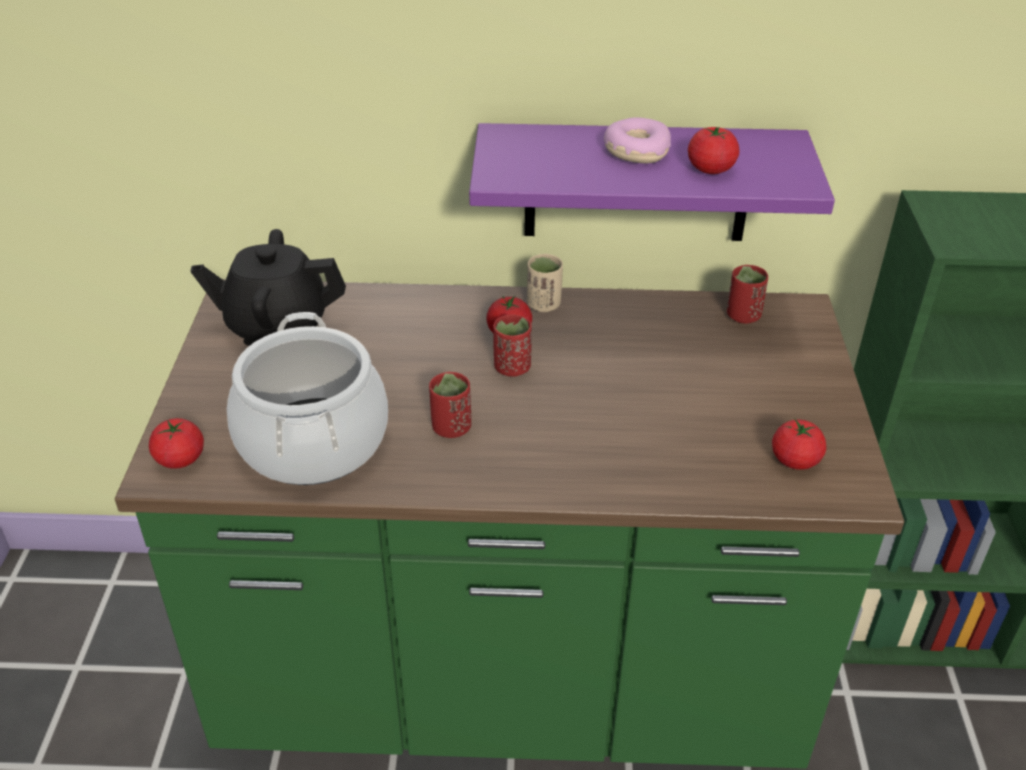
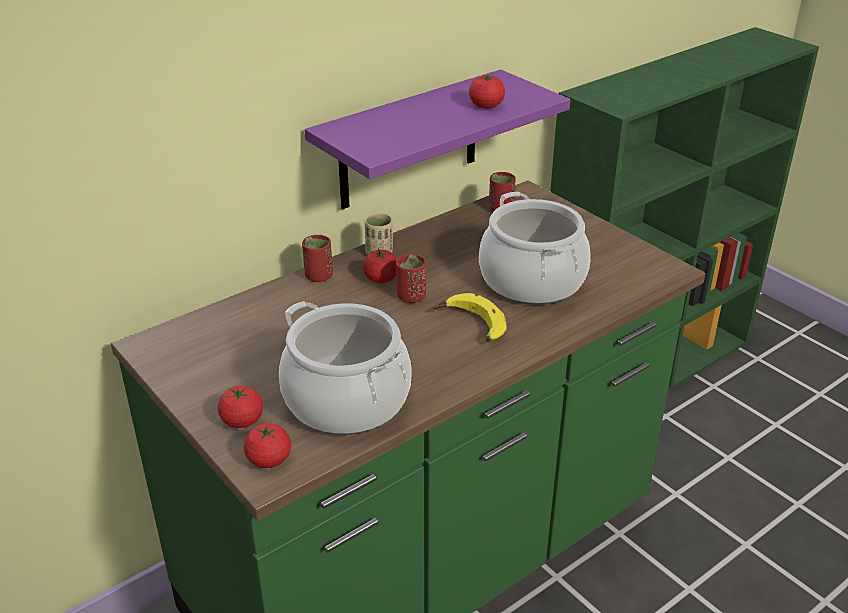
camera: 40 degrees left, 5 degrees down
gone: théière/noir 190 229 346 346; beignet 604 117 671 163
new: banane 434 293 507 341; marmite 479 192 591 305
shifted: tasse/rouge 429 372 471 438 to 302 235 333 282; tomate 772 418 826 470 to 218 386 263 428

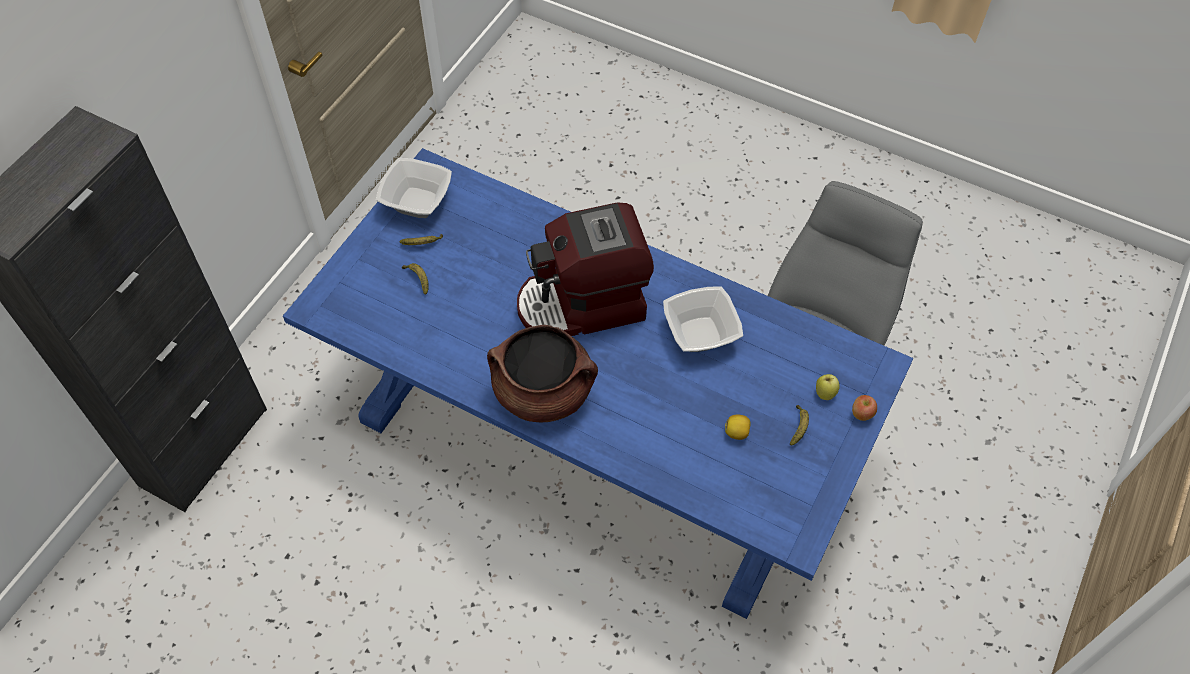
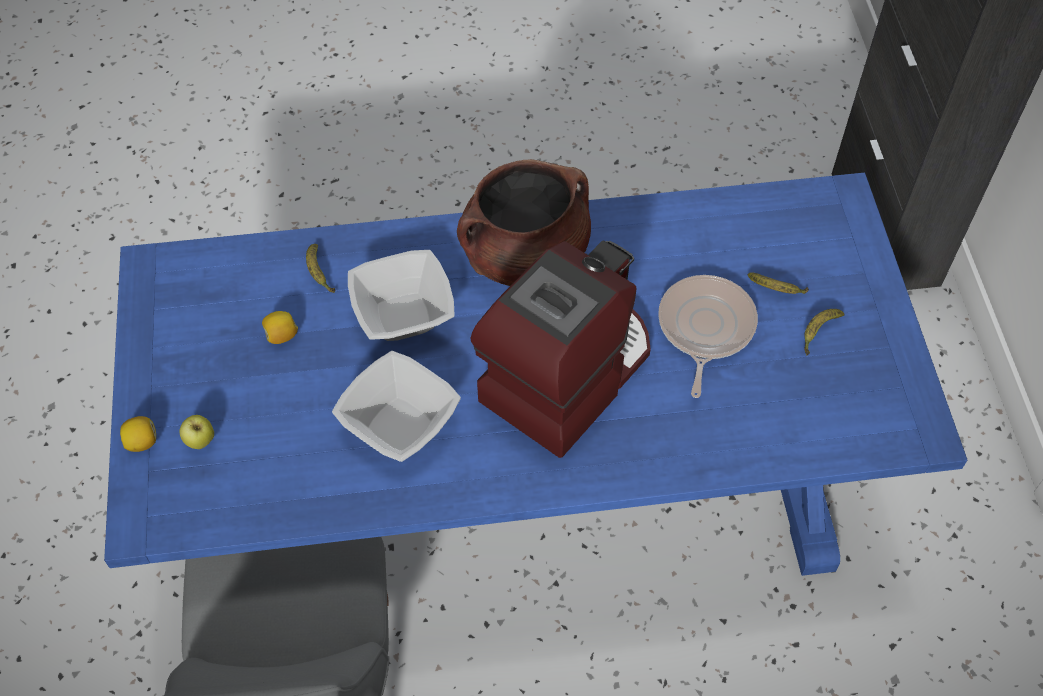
camera: 145 degrees right, 0 degrees up
new: poêle 658 275 758 398
shifted: bol 376 158 452 218 to 348 250 454 341; banane 790 405 809 446 to 306 244 336 293
swapped: pomme 852 395 877 421 to citron 120 416 156 452

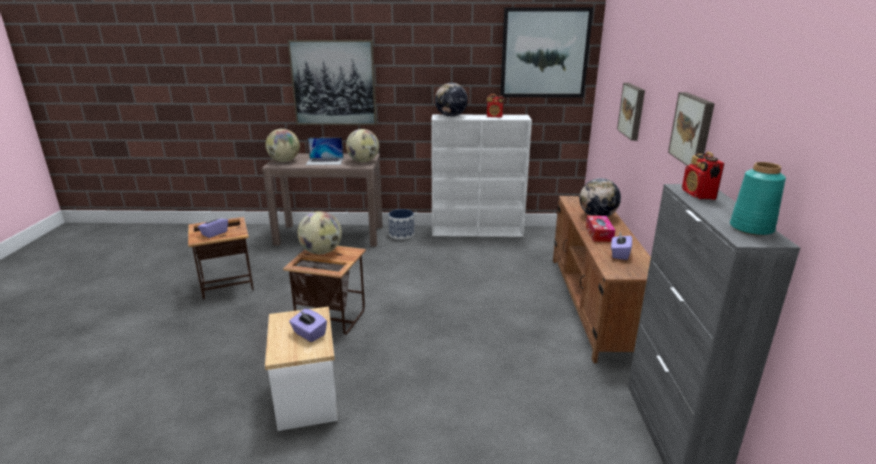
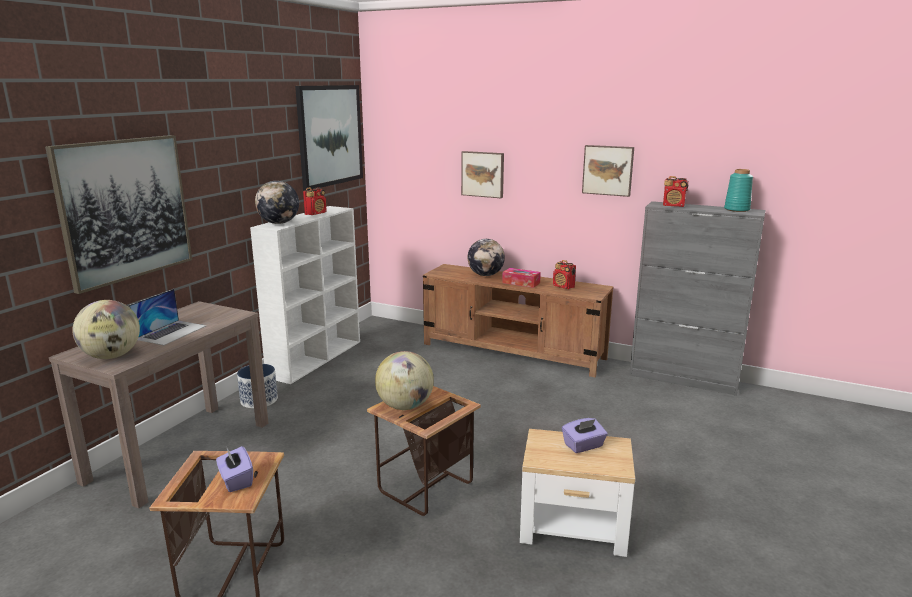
camera: 65 degrees left, 5 degrees down
gone: globe 346 129 379 162
swapped: boîte à mouchoirs/violet 611 231 632 260 to radio 553 260 576 289

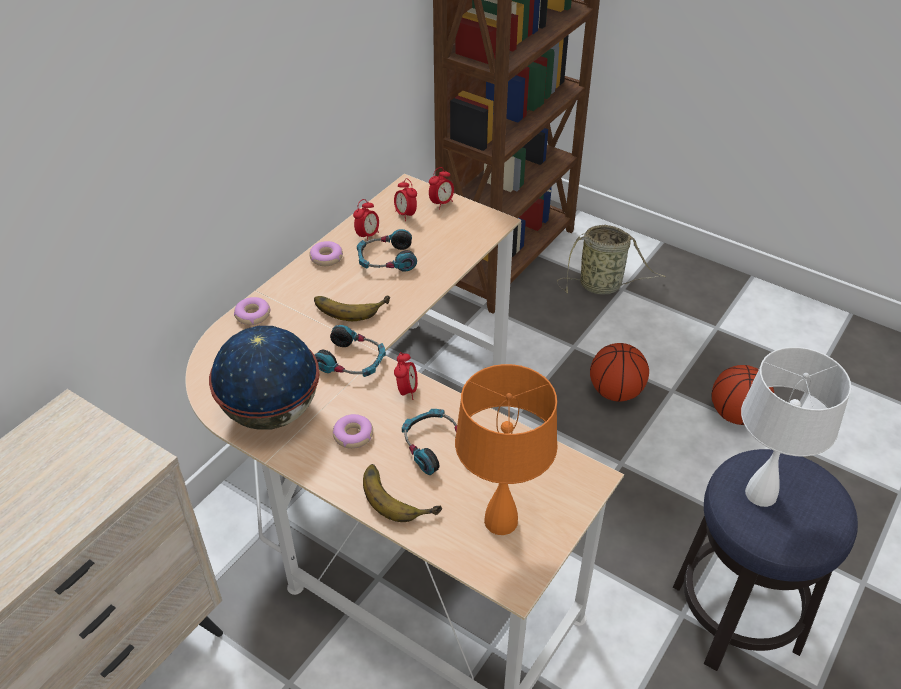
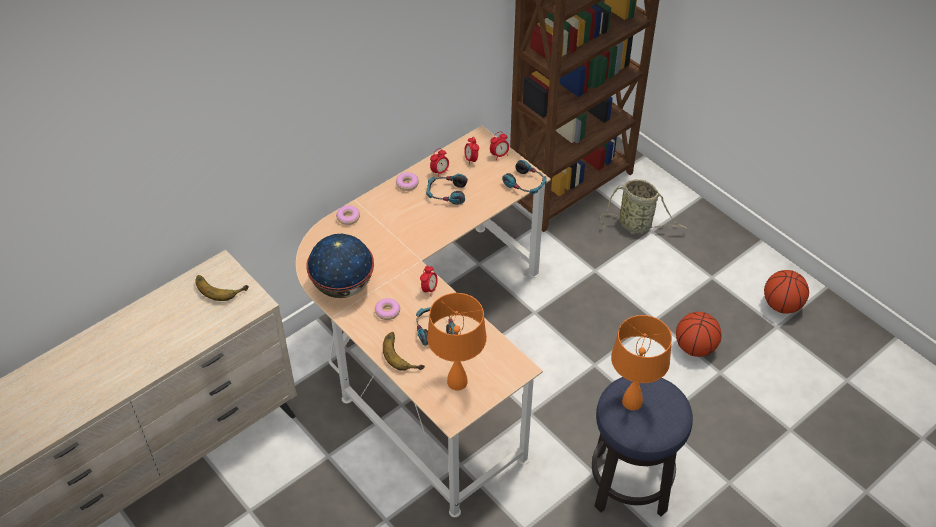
camera: 15 degrees right, 5 degrees up
shifted: banane 314 295 390 321 to 195 275 249 301; casque audio 315 325 386 377 to 502 160 547 194; ballon de basket 590 343 649 402 to 764 270 809 313
repainted: lampe de table/blanc 741 347 852 507 to lampe de table/orange 611 315 672 410

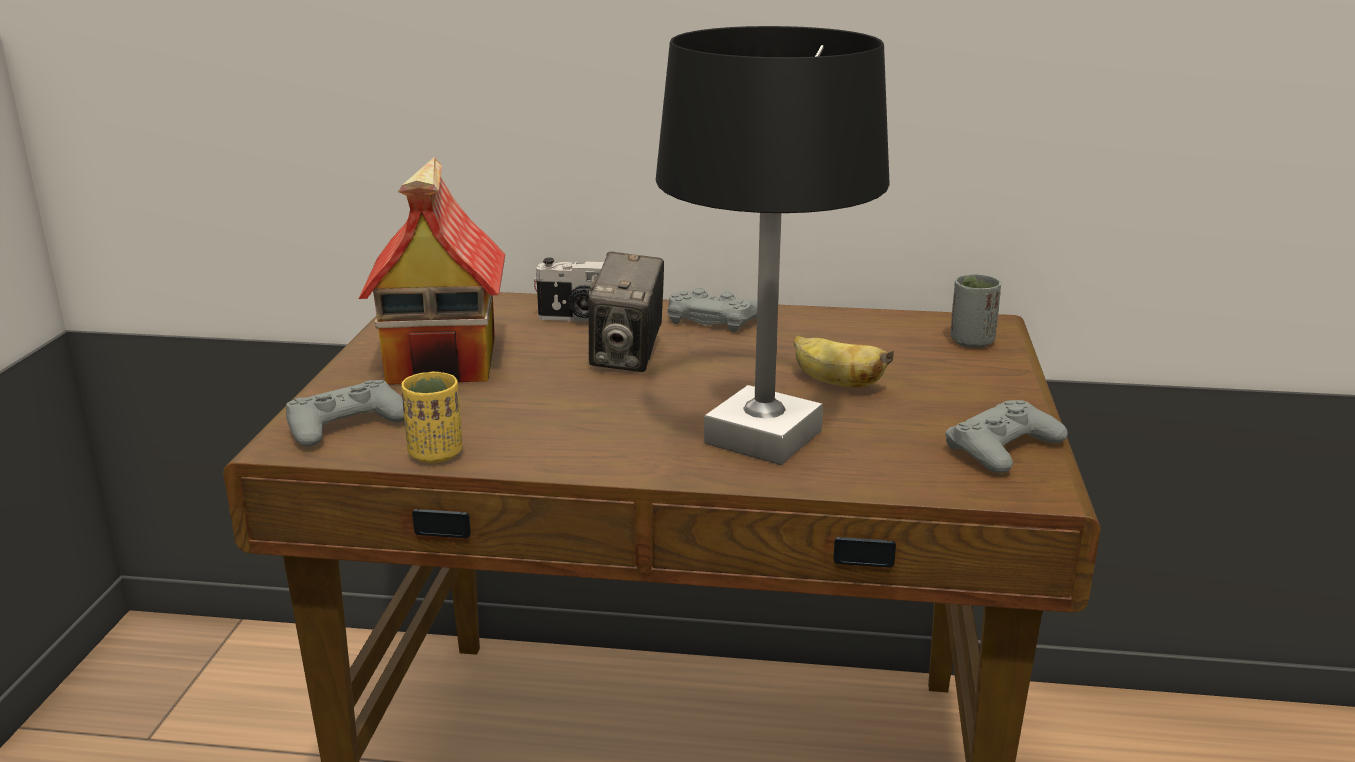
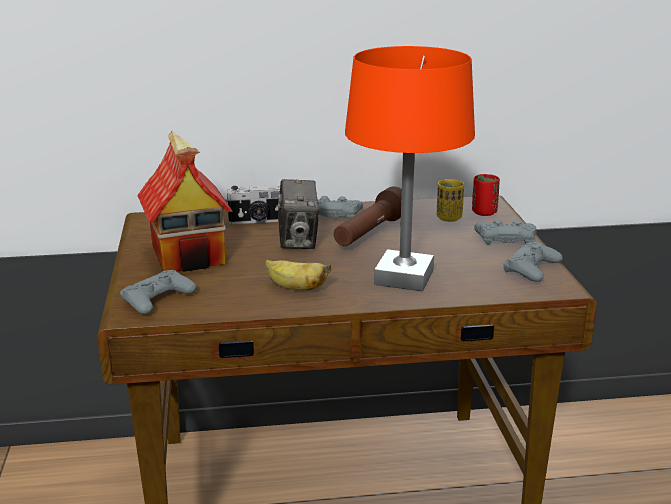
camera: 15 degrees left, 0 degrees up
new: lampe de poche/marron 334 186 402 246; manette/gris 474 219 536 245
shifted: tasse/jaune 401 372 462 463 to 437 179 464 222; banane 794 335 894 388 to 265 260 331 290
repainted: lampe de table/noir 656 26 890 465 to lampe de table/orange 345 46 475 291; tasse/gris 951 274 1001 348 to tasse/rouge 472 174 500 216

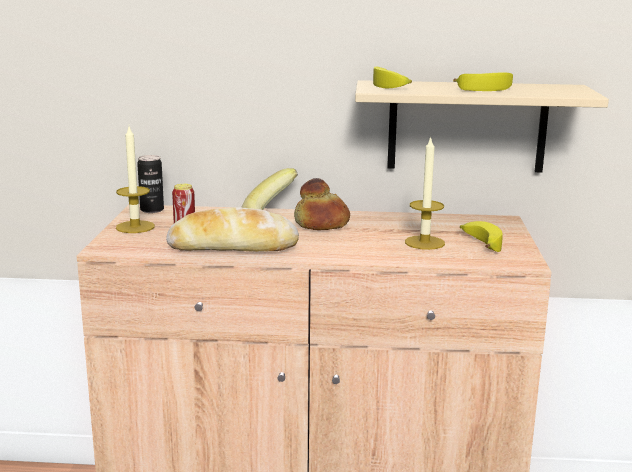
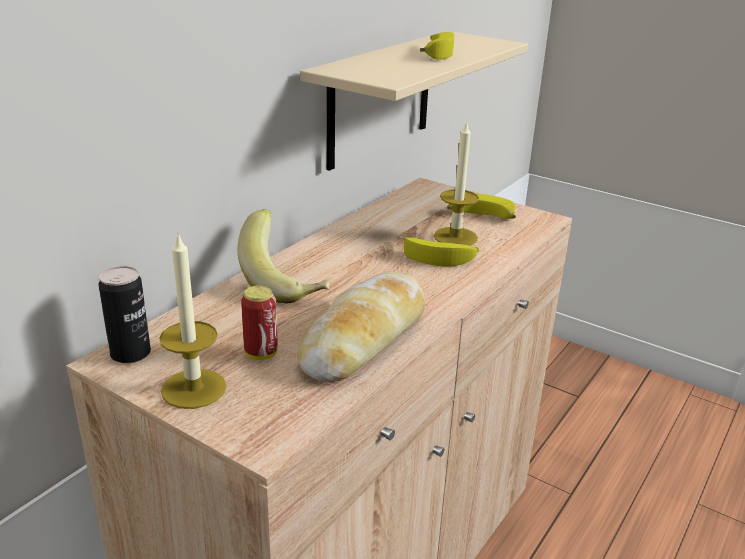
camera: 60 degrees left, 10 degrees up
gone: pain 294 178 350 230
shifted: banane 373 67 412 88 to 404 237 479 266

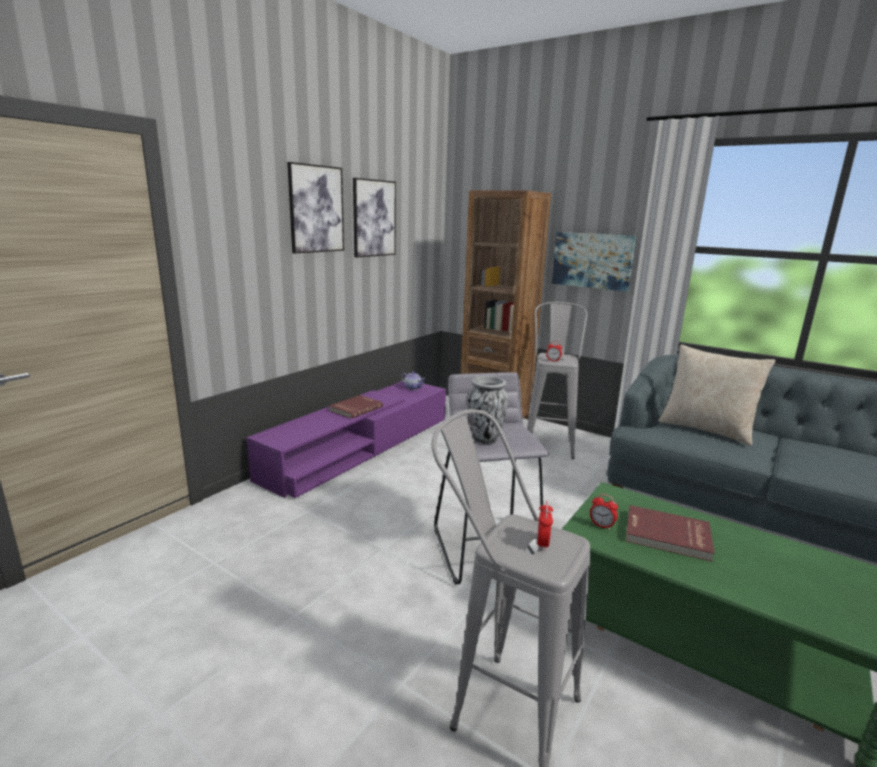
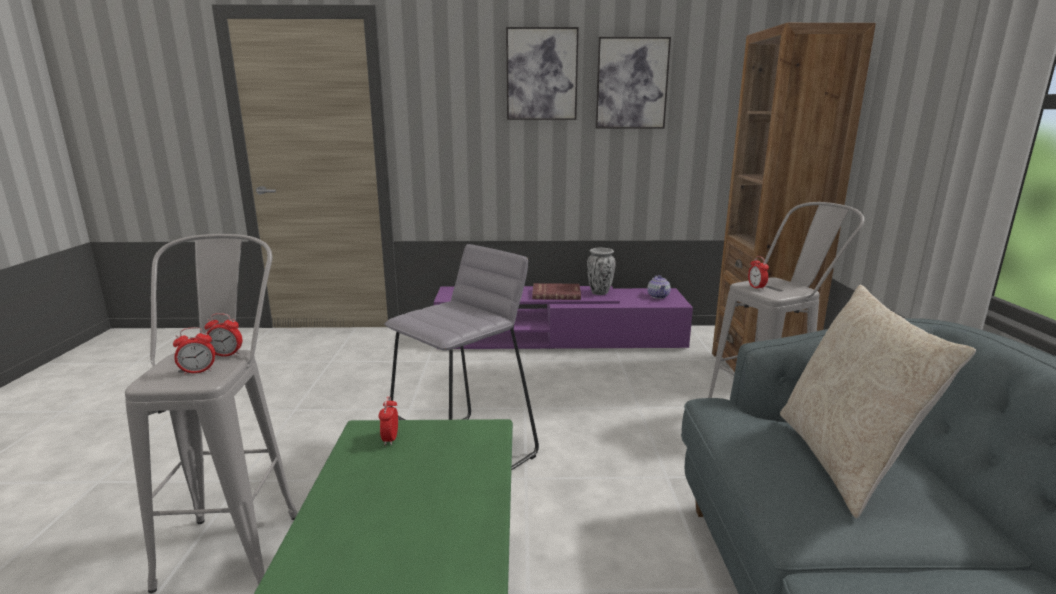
camera: 55 degrees right, 0 degrees up
gone: tableau 552 232 636 292; livre/rouge 626 505 715 562
new: réveil 204 313 242 357
shifted: vase 467 376 508 444 to 587 248 616 295

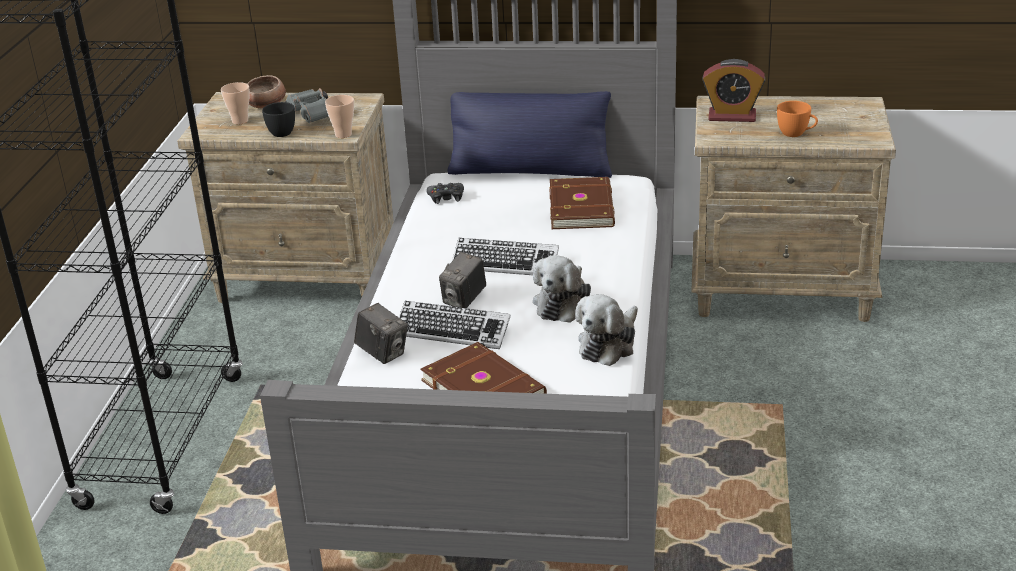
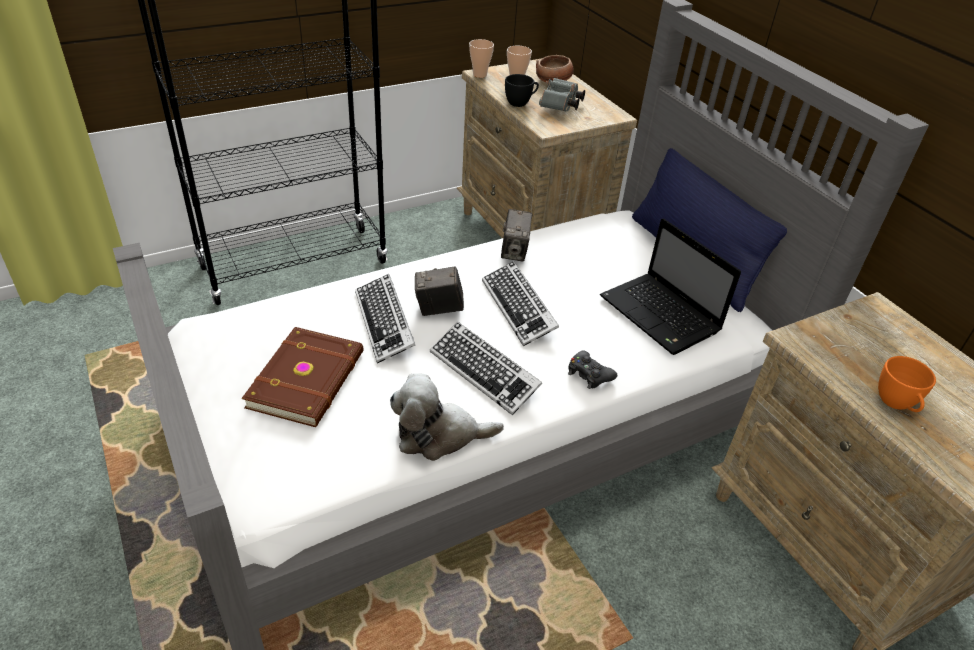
camera: 50 degrees right, 10 degrees up
gone: réveil 702 59 765 122
shifted: tasse 325 95 354 138 to 469 39 494 78; appareil photo 354 303 408 364 to 501 209 533 261; manette/noir 426 183 464 204 to 568 350 617 389
swapped: peluche 533 255 591 323 to clavier 430 321 542 415; livre/marron 549 177 615 229 to ordinateur portable 600 218 741 355

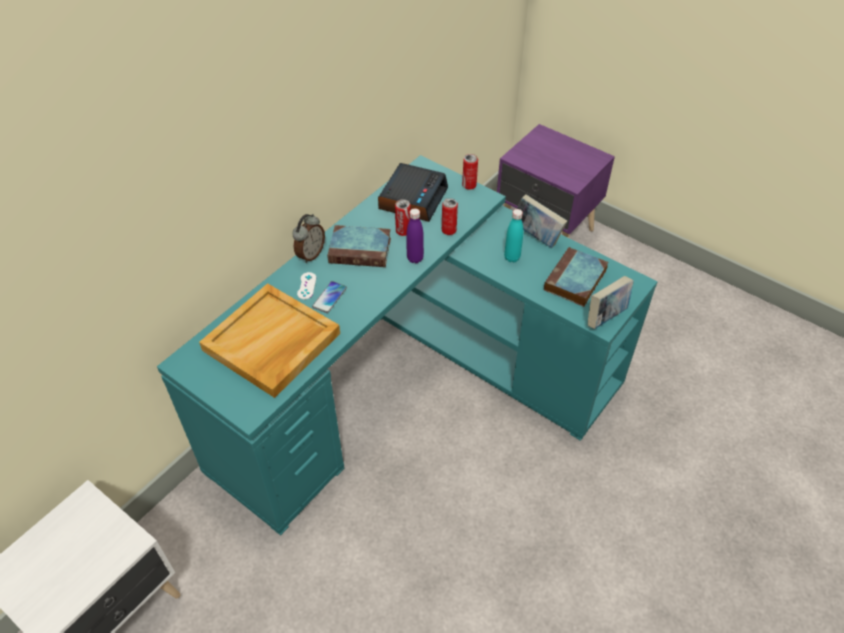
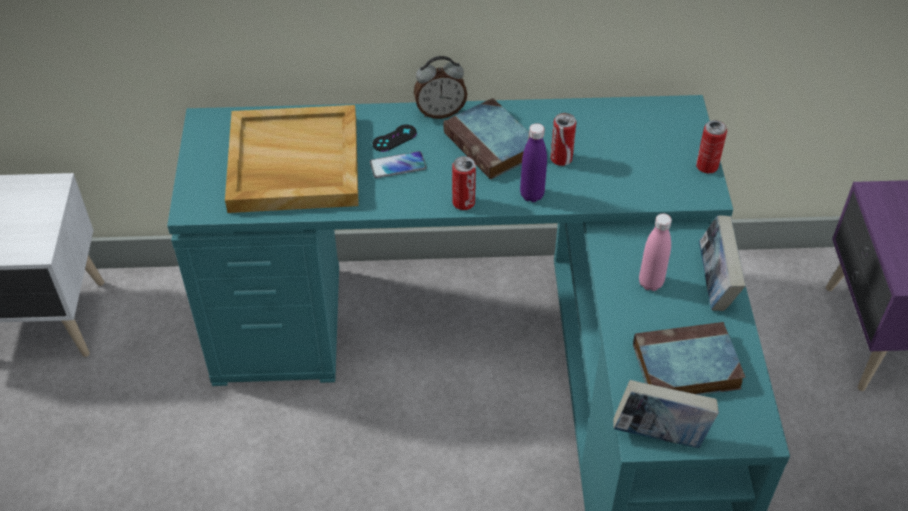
camera: 50 degrees right, 0 degrees up
gone: réveil 378 163 448 222
shifted: boîte métallique 442 198 458 235 to 452 156 476 210
repainted: manette/blanc 297 272 316 299 to manette/noir 372 125 417 152; bouteille/turquoise 504 209 524 262 to bouteille/rose 639 214 672 291

